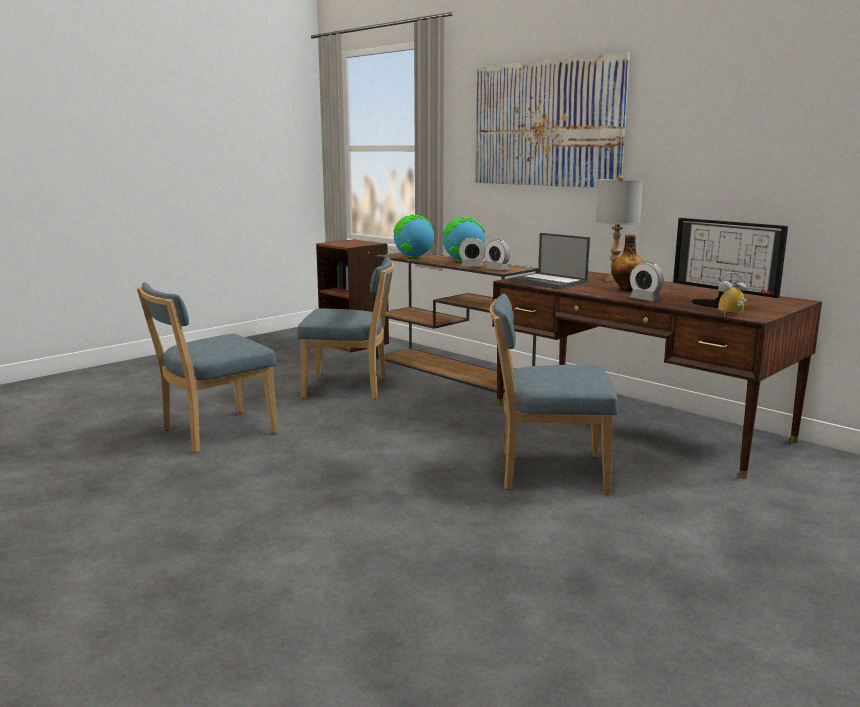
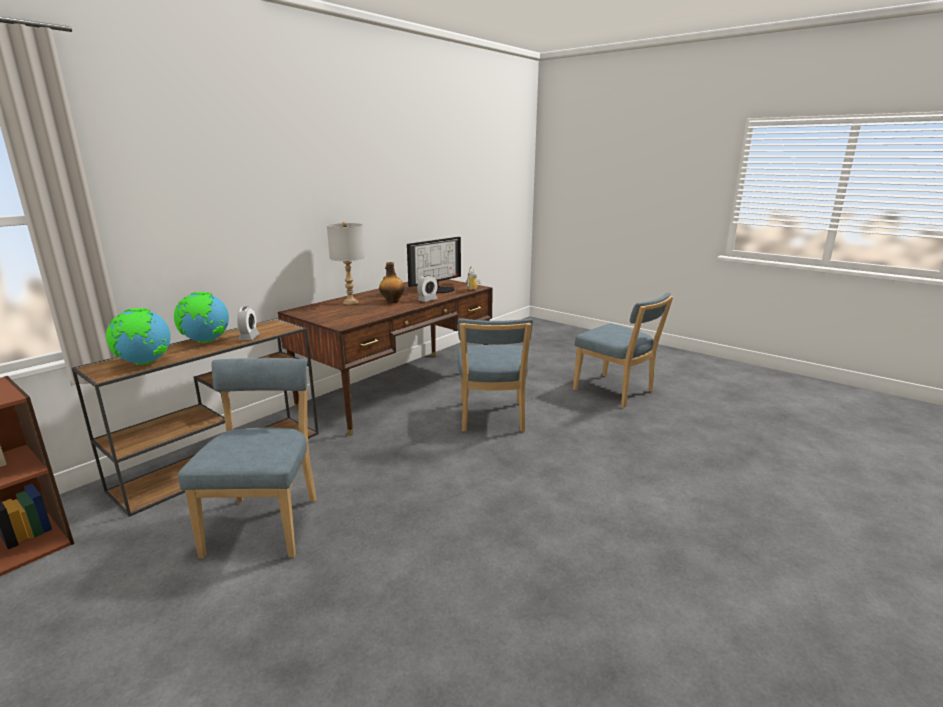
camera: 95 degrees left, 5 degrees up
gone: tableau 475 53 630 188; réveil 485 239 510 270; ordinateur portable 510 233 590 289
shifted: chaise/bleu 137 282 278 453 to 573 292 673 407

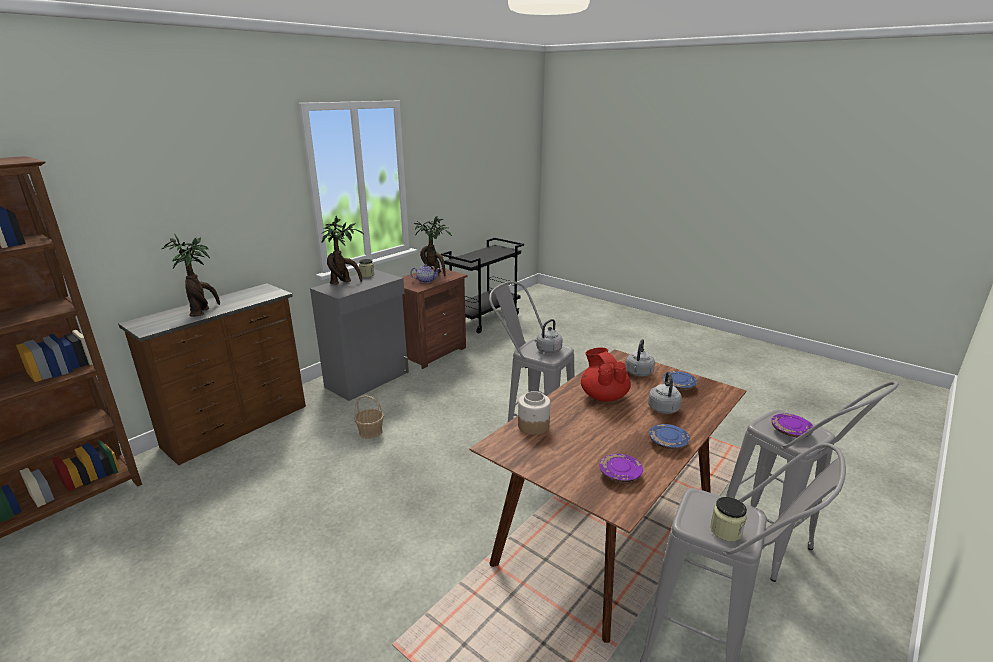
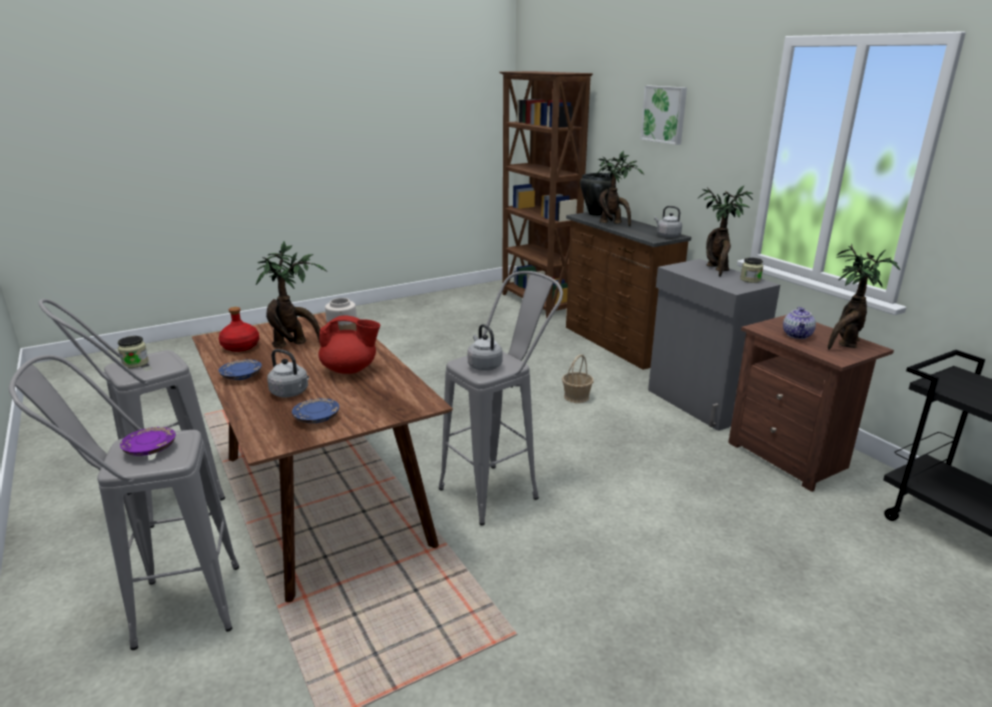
camera: 110 degrees right, 0 degrees up
new: plante en pot 256 241 327 348; marmite/noir 580 173 612 216; tableau 640 86 687 145
shifted: bouilloire/gris 626 339 655 377 to 654 206 682 237
swapped: assiette/violet 599 454 643 483 to bouteille/rouge 219 307 259 352

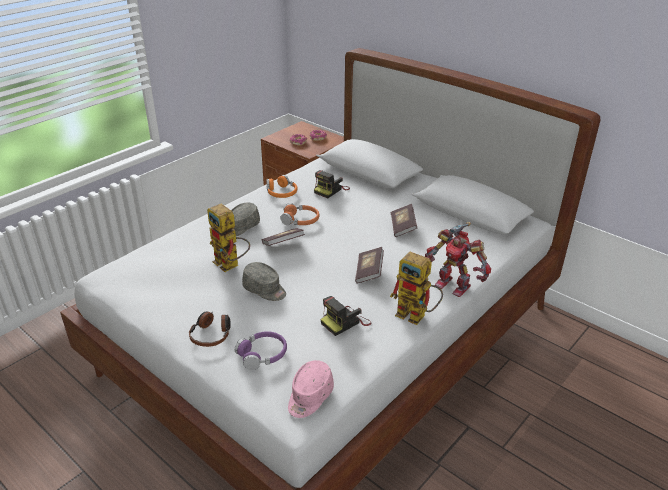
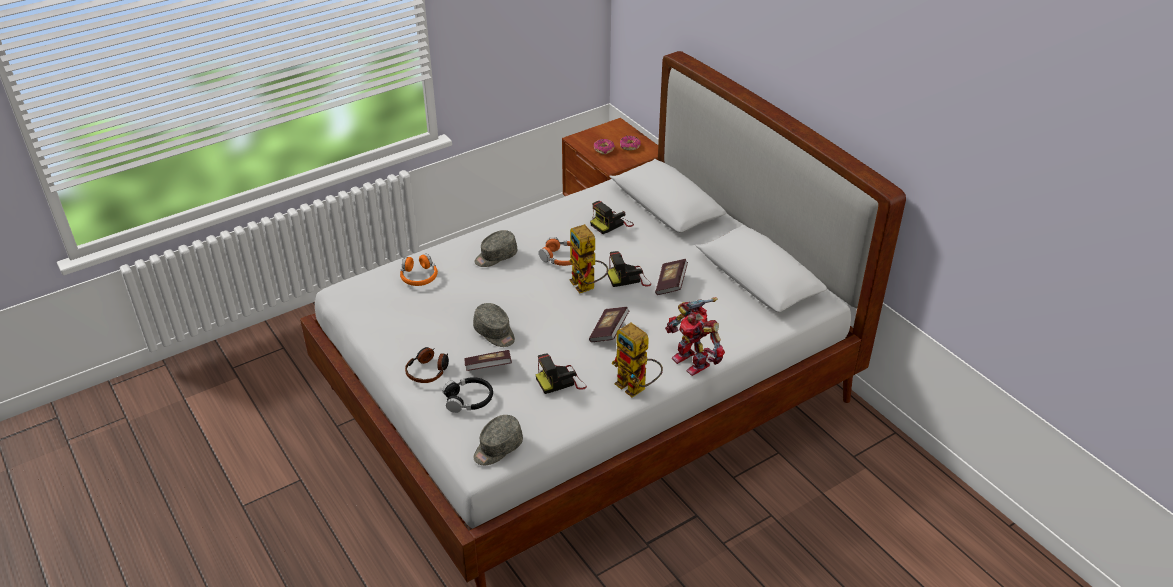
camera: 15 degrees right, 5 degrees up
new: appareil photo 607 251 651 287
shifted: robot jouet 207 204 250 272 to 569 224 608 293; livre 262 228 305 246 to 465 350 512 371; casque audio/orange 267 175 298 198 to 400 254 438 286
repainted: casque audio/violet 235 331 287 370 to casque audio/noir 442 377 493 413; casquette/rose 288 360 334 418 to casquette/gris 474 415 523 465

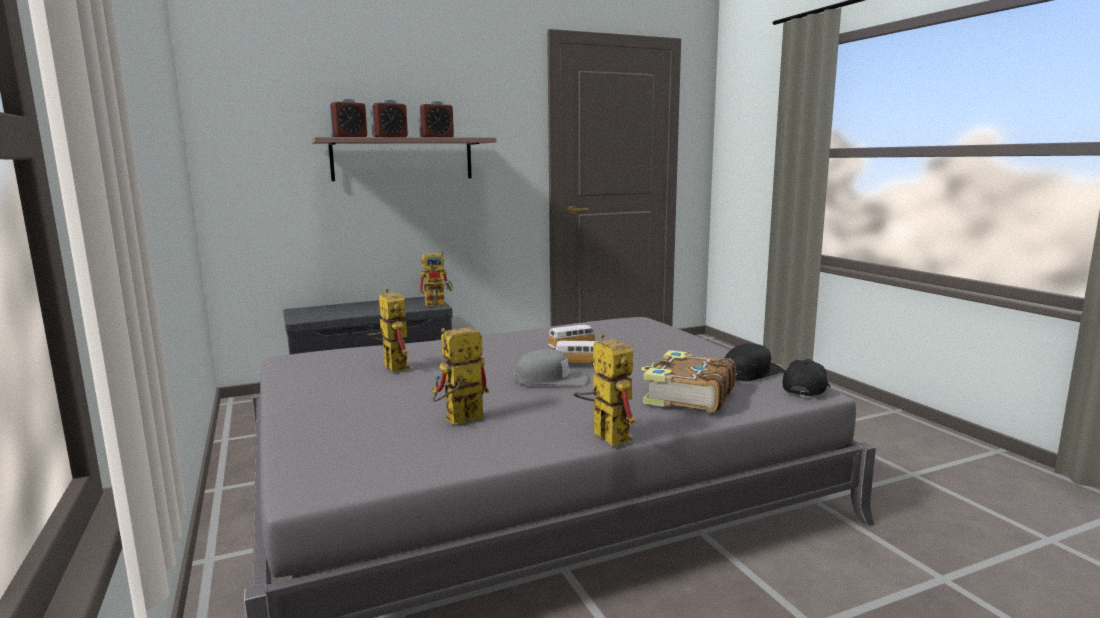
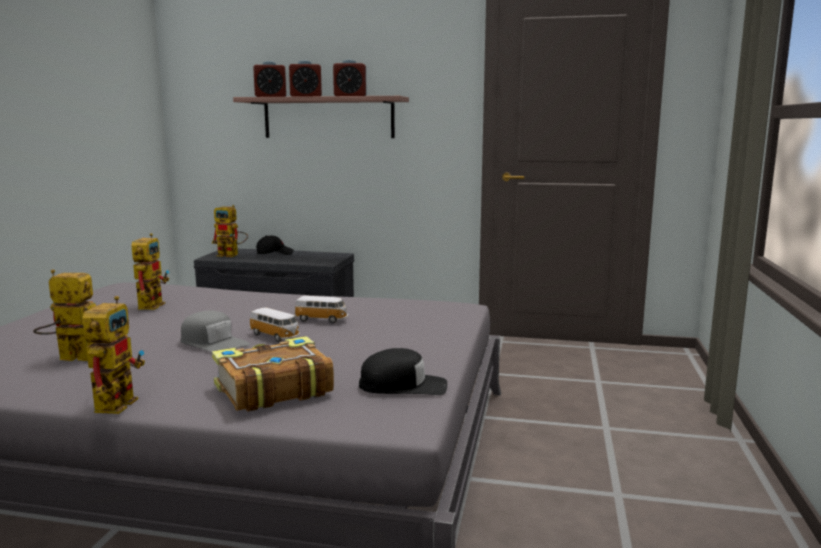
camera: 35 degrees right, 0 degrees up
shifted: robot jouet 419 250 453 307 to 212 205 248 257; casquette/noir 783 359 830 396 to 256 236 294 255

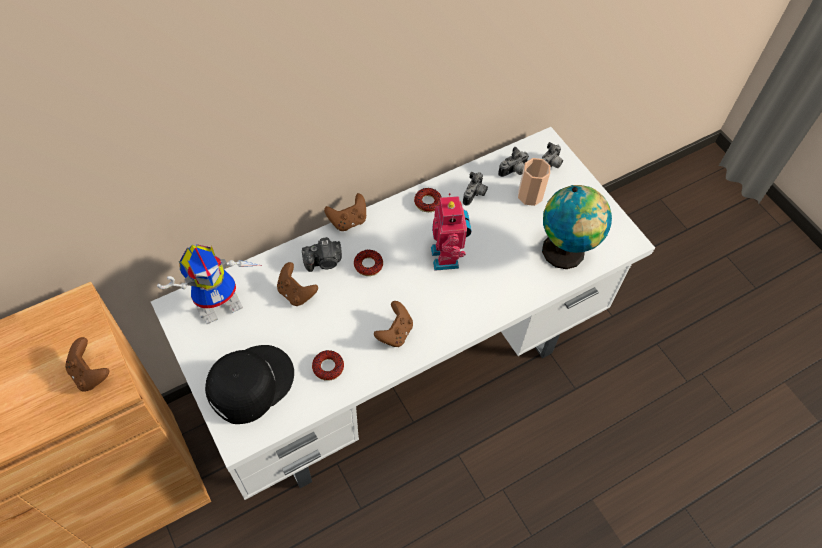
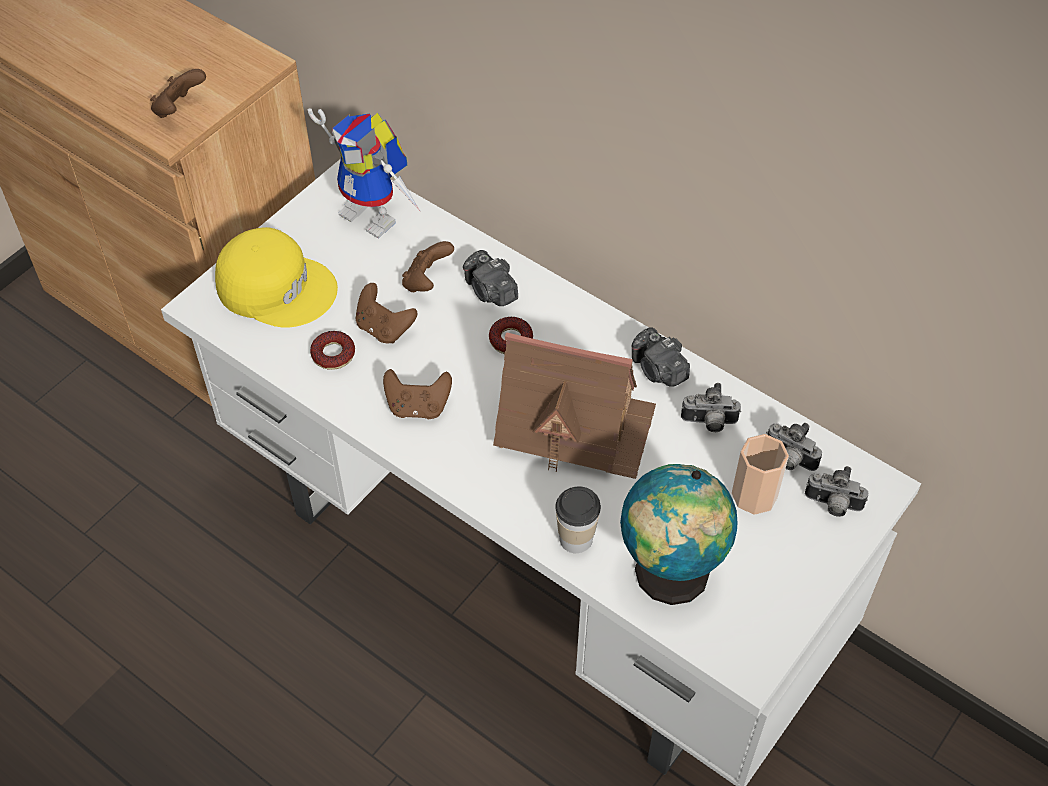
camera: 70 degrees right, 5 degrees down
new: tasse 555 486 601 553
shifted: manette/marron 324 193 366 231 to 356 283 417 344
swapped: beignet 414 188 442 212 to appareil photo 631 327 690 387; robot jouet 431 193 471 271 to maison miniature 493 332 656 479
repainted: casquette/noir 205 345 294 424 to casquette/jaune 215 227 338 328

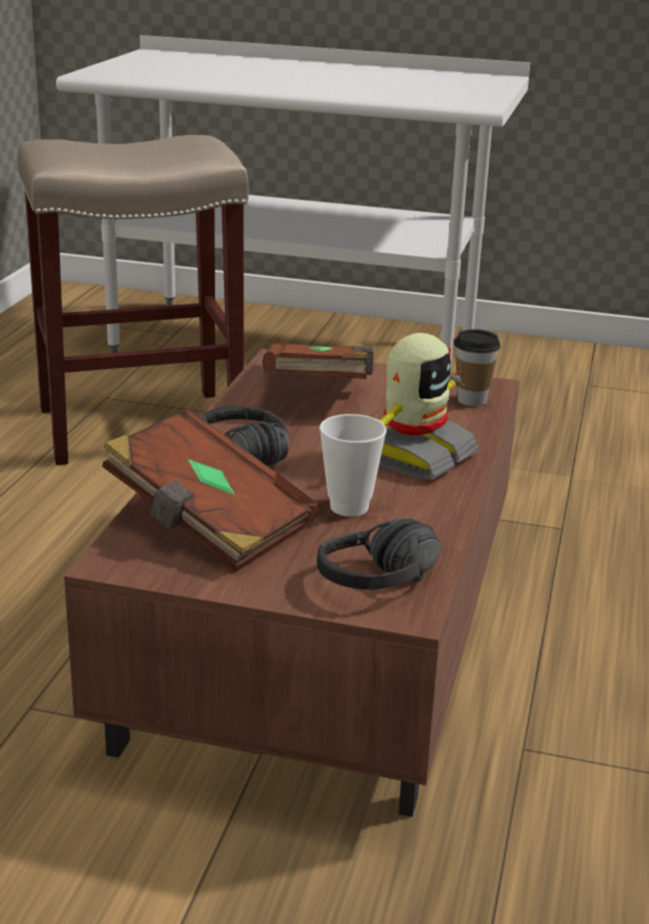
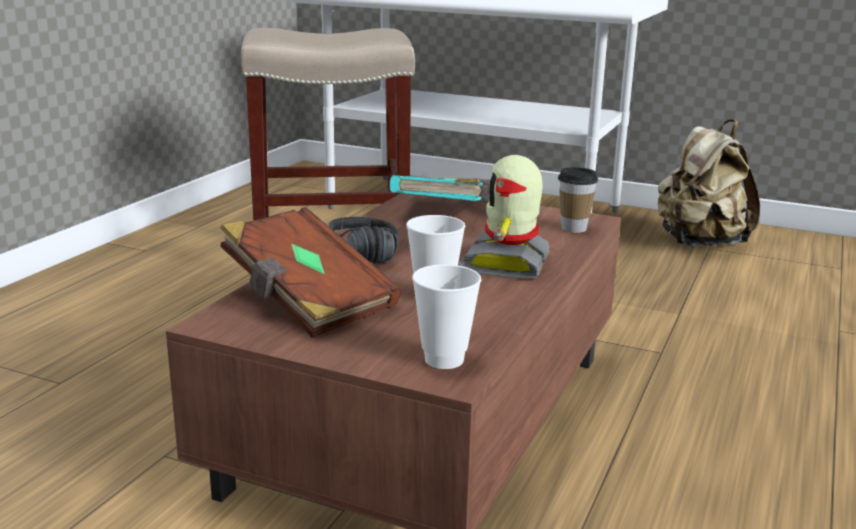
camera: 10 degrees right, 5 degrees down
new: sac à dos/beige 658 119 760 247
swapped: casque audio/noir 317 518 441 590 to tasse 412 264 481 369
repainted: livre/marron 262 344 374 379 to livre/turquoise 389 175 490 203
rotated: robot jouet 373 333 479 480 = 459 155 550 279 150 degrees clockwise

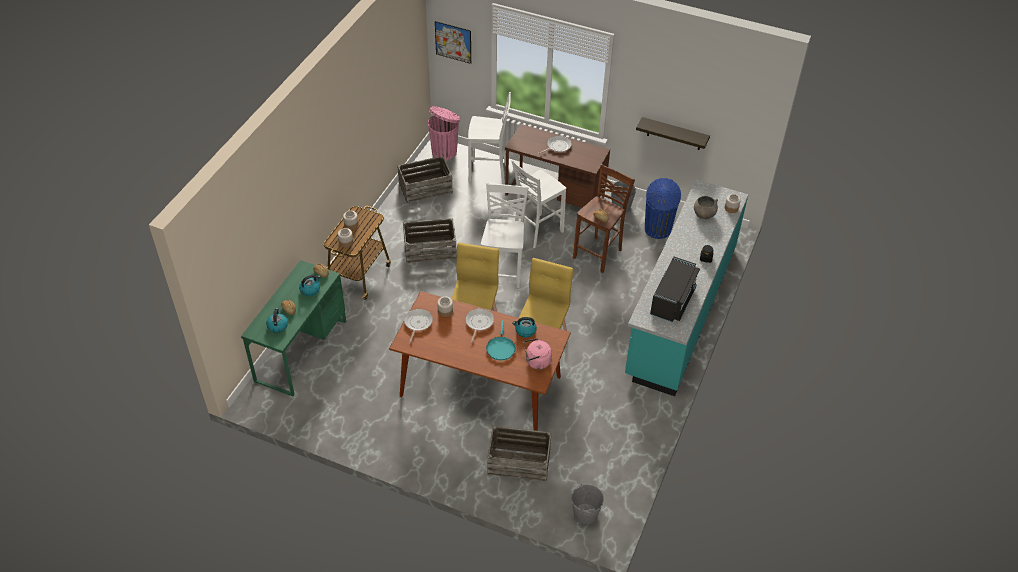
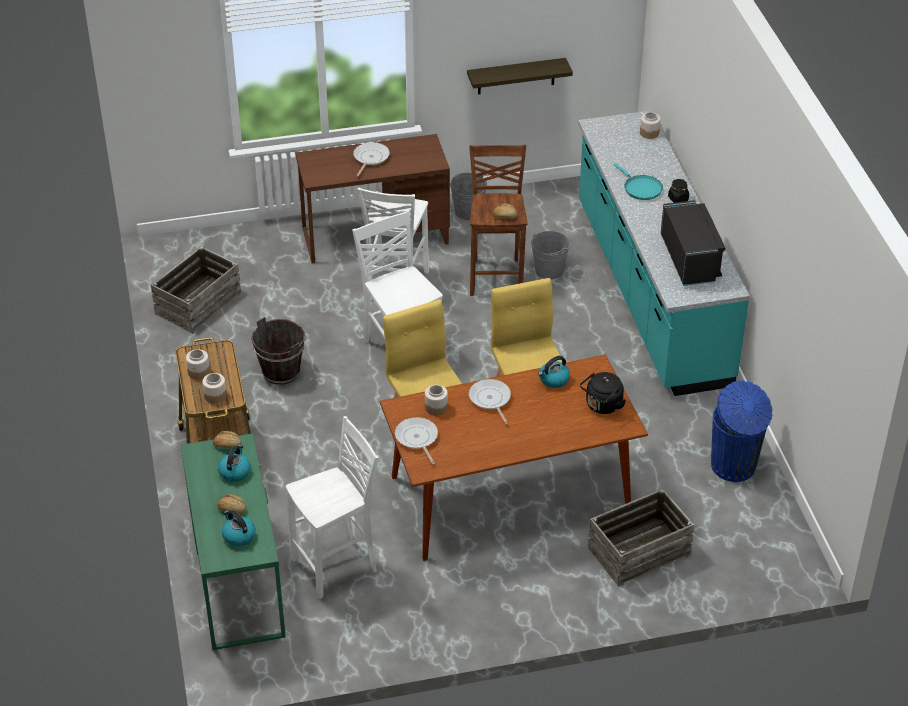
camera: 35 degrees left, 5 degrees down
gone: poubelle/rose 428 106 460 160; tableau 435 21 471 64; bol/gris 694 196 718 219
shifted: tabouret/blanc 468 92 511 184 to 286 416 379 599; poêle/turquoise 486 321 516 360 to 614 163 663 200; seau/gris 571 484 604 524 to 531 231 570 280; poubelle/bleu 645 178 681 239 to 711 381 773 482
swapped: caisse 403 218 457 264 to seau/marron 251 317 305 385
repainted: bouilloire/rose 524 338 552 369 to bouilloire/noir 580 372 626 414

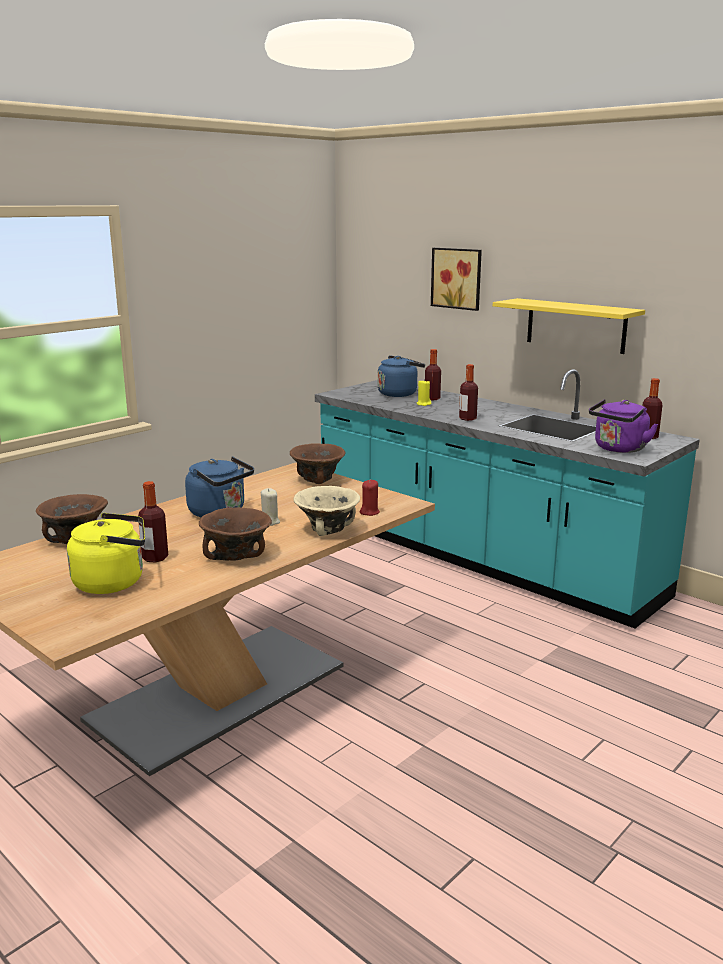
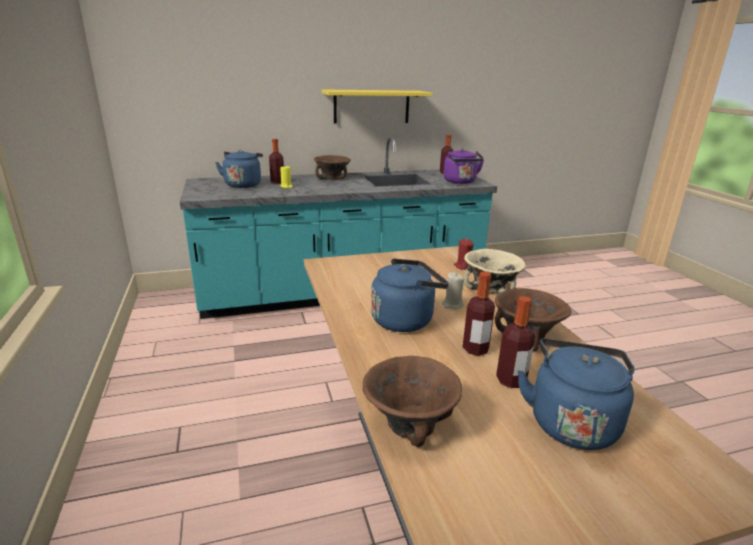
camera: 60 degrees left, 5 degrees up
gone: tableau 431 248 482 311
shifted: bol/marron 290 443 346 484 to 314 155 351 179; bouteille 459 364 478 421 to 463 271 495 356
repainted: bouilloire/jaune 67 513 145 594 to bouilloire/bleu 517 338 635 450

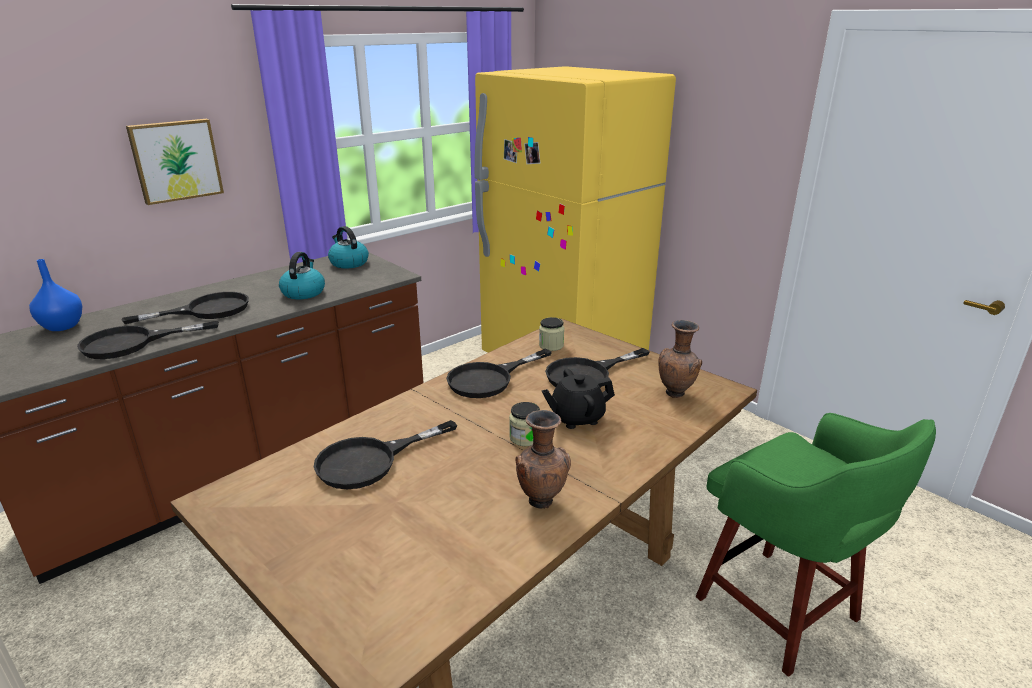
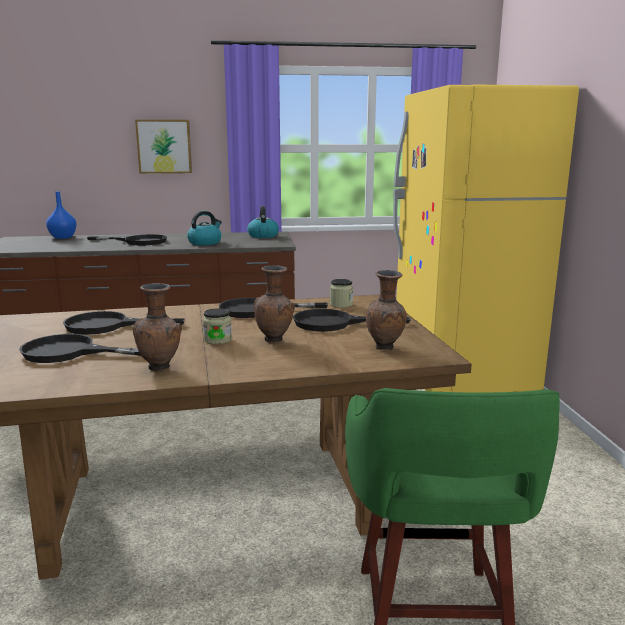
camera: 35 degrees right, 10 degrees down
shifted: poêle/noir 77 321 219 359 to 19 334 141 363
swapped: théière/noir 542 369 615 429 to vase/marron 253 265 295 343

